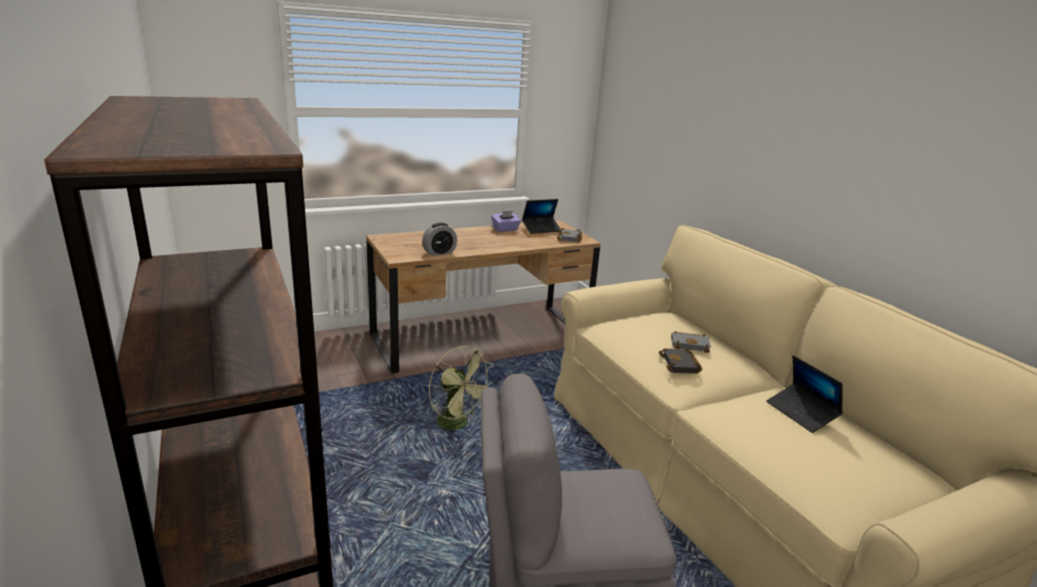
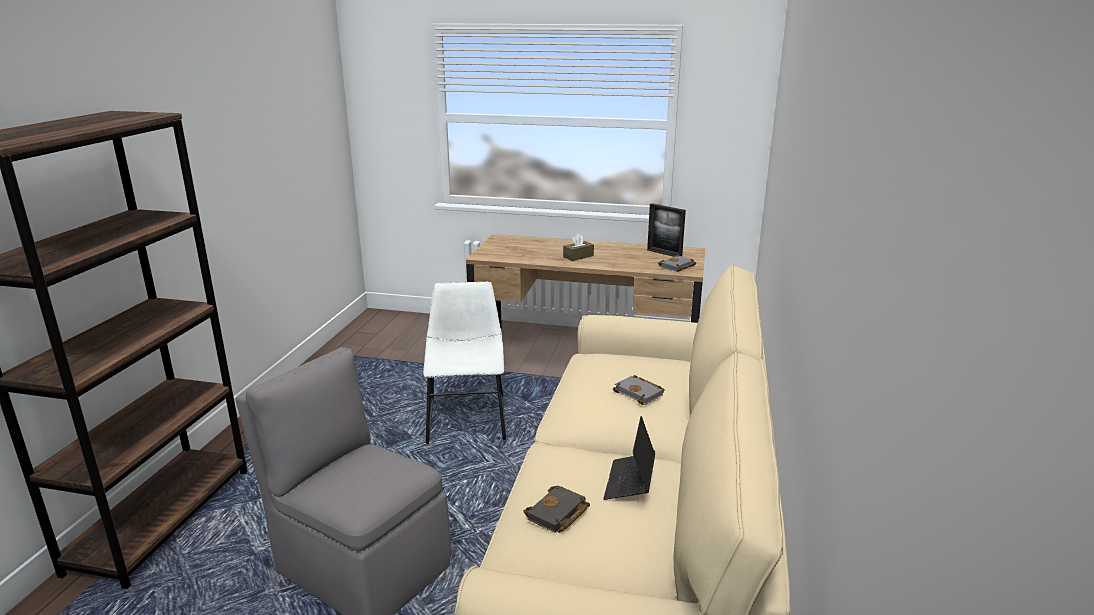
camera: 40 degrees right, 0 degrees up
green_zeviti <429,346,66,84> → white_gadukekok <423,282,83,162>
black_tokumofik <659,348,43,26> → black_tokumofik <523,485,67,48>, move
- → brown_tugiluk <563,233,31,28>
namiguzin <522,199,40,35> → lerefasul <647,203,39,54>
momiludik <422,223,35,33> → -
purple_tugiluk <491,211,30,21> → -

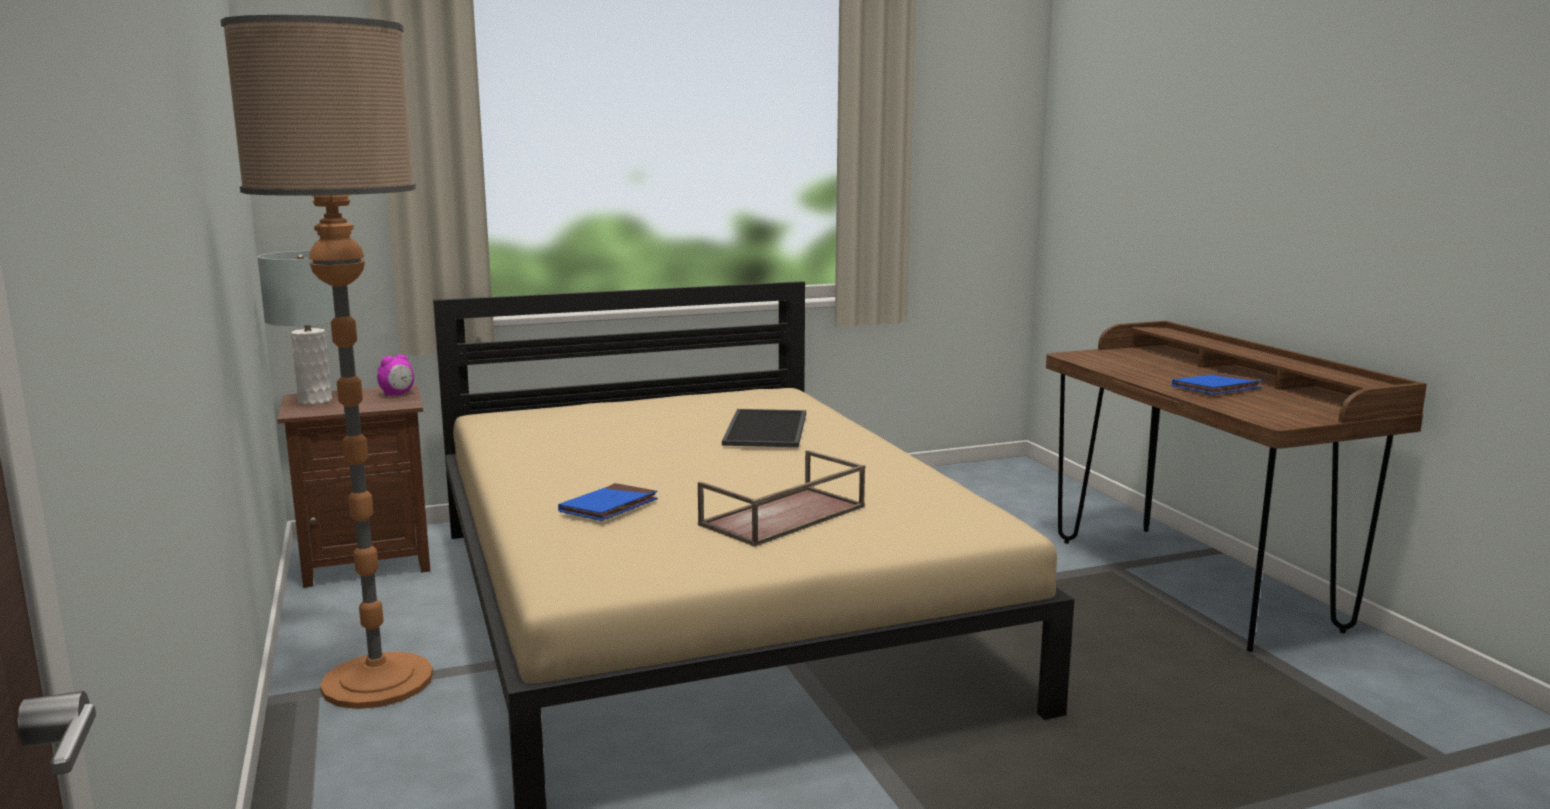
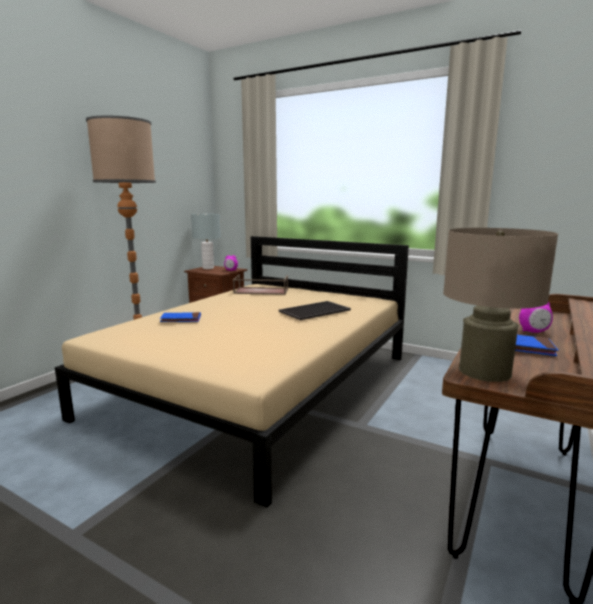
camera: 50 degrees right, 0 degrees up
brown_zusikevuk <698,450,167,97> → brown_zusikevuk <233,274,55,21>, move
- → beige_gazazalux <443,228,115,154>
- → momiludik <519,302,34,31>

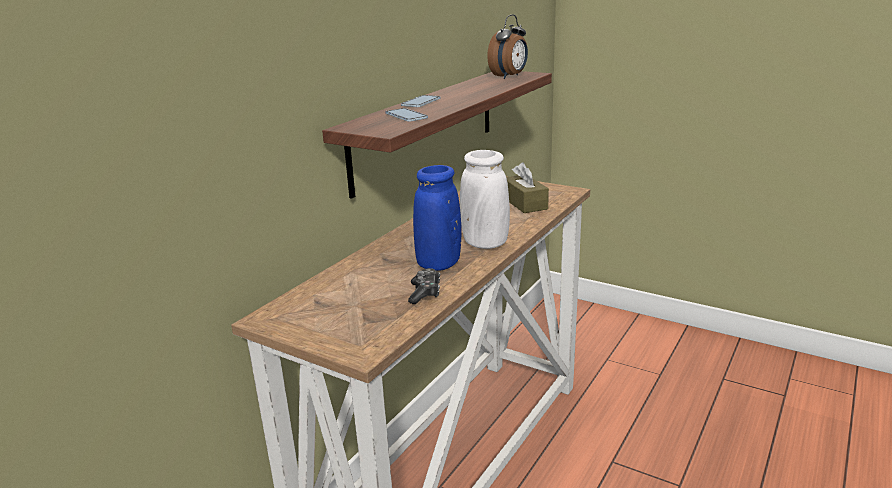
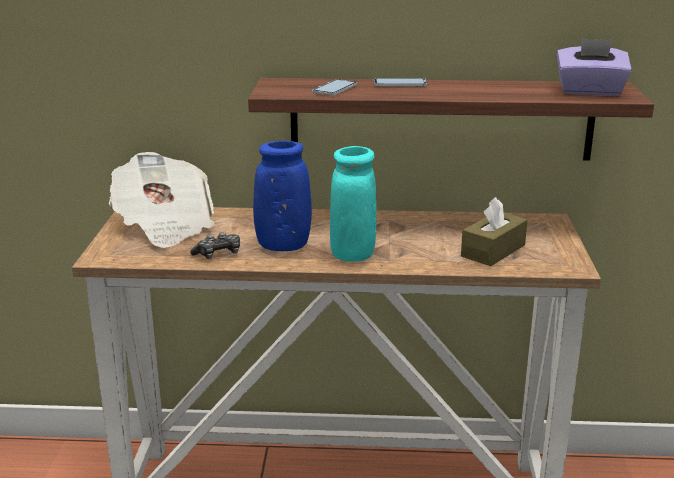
camera: 60 degrees right, 0 degrees up
- → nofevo <109,152,105,96>
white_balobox <460,150,50,99> → turquoise_balobox <330,146,47,116>
momiludik <487,15,41,64> → purple_tugiluk <557,38,75,58>

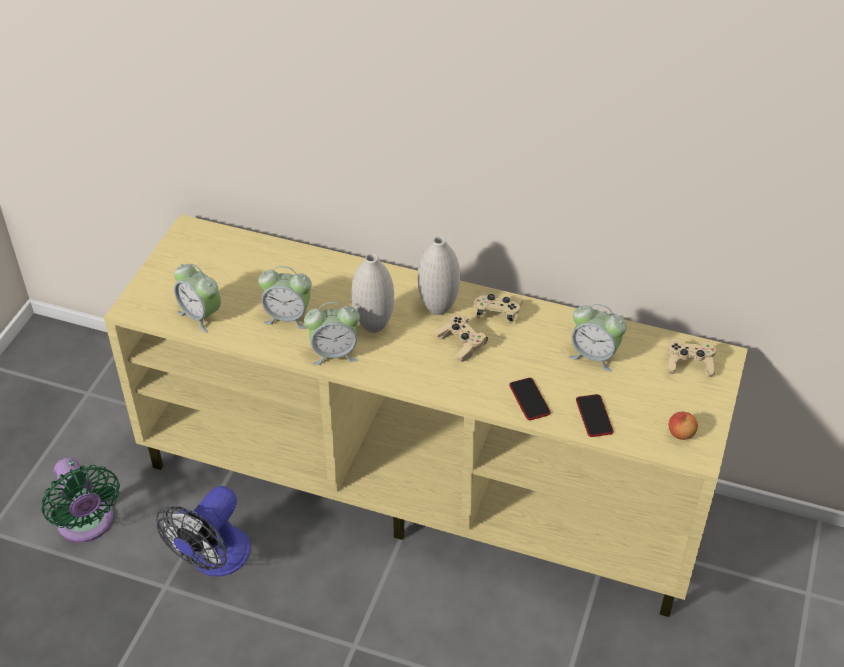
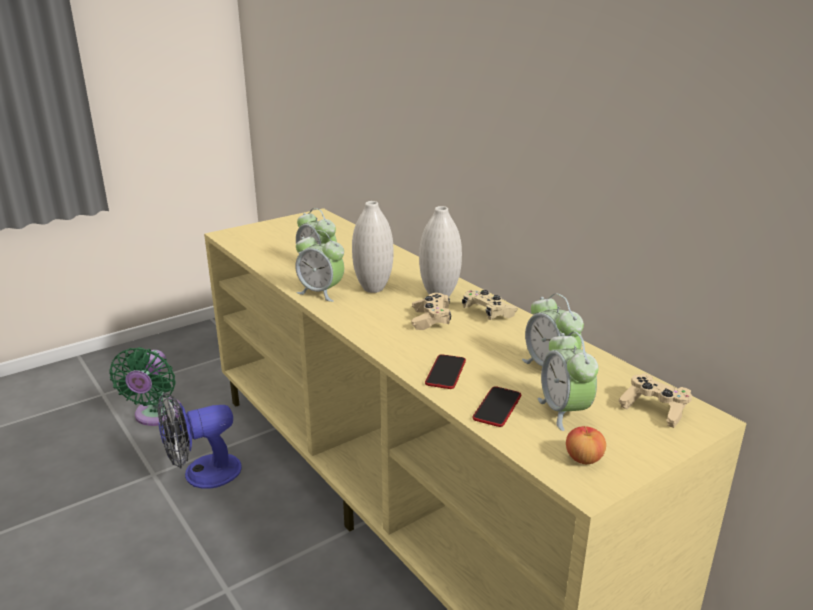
camera: 35 degrees right, 20 degrees down
momiludik <174,263,47,70> → momiludik <538,331,61,100>, move

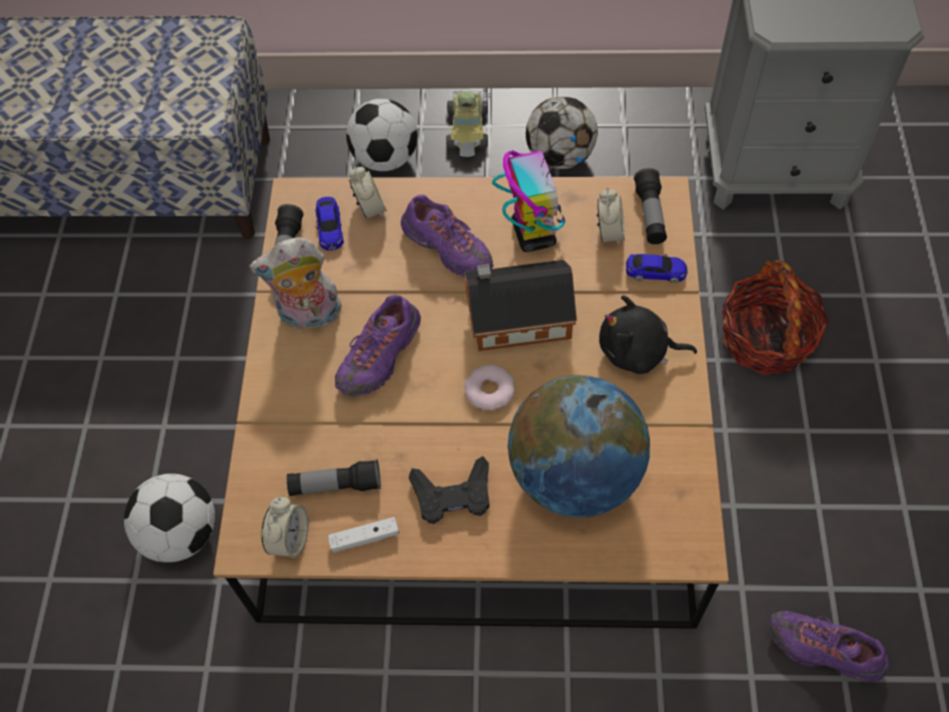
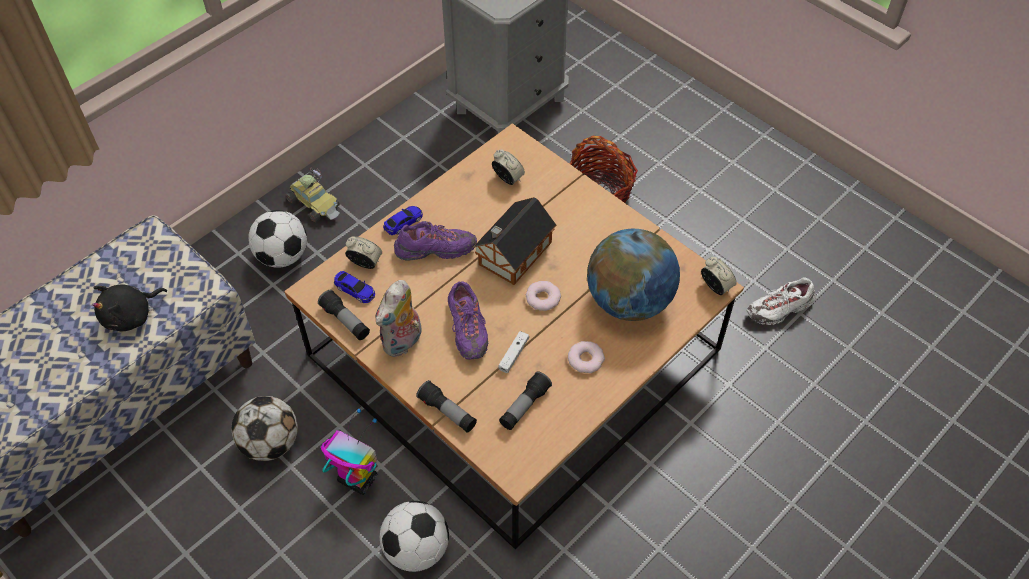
camera: 50 degrees left, 5 degrees down
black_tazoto <599,295,98,79> → black_tazoto <92,284,75,48>, move
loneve <526,97,72,72> → loneve <231,396,67,65>, move
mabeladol <492,135,91,117> → mabeladol <321,409,56,86>, move
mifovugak <626,254,62,29> → mifovugak <383,206,40,29>, move
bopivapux <634,168,33,76> → bopivapux <416,380,61,53>, move
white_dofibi <328,517,71,36> → white_dofibi <498,331,31,42>, move
black_dofibi <409,456,80,68> → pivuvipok <568,341,37,32>
momiludik <261,497,47,61> → momiludik <701,257,36,38>, move
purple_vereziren <769,611,120,71> → white_vereziren <747,278,69,47>

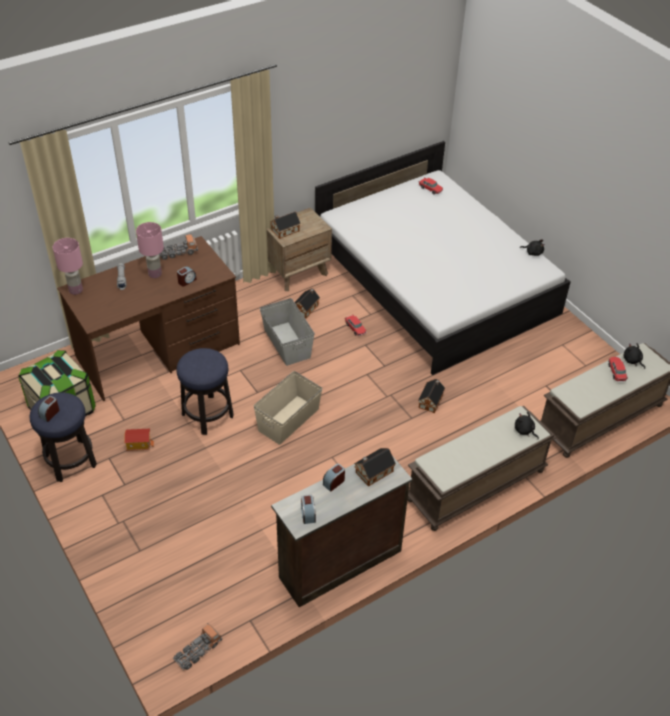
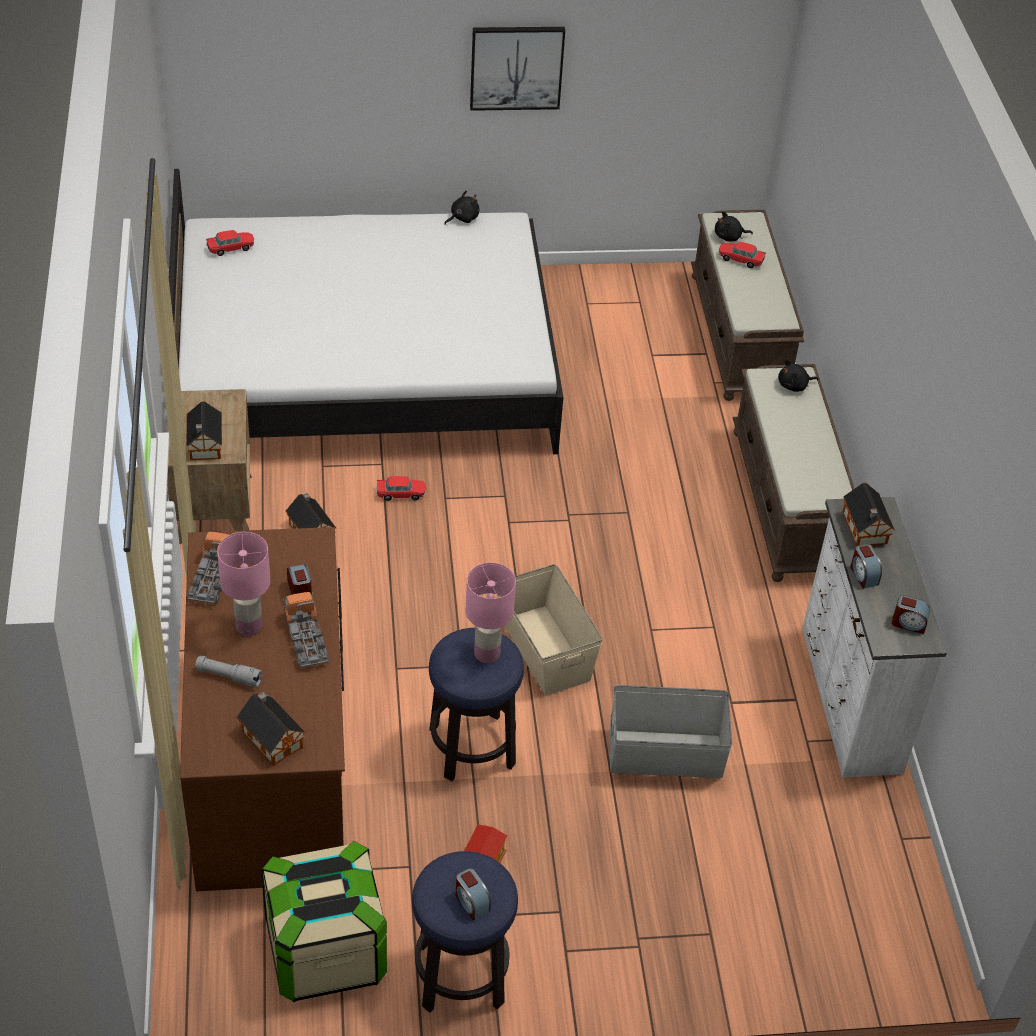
camera: 65 degrees left, 0 degrees up
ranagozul <418,379,27,34> → ranagozul <237,692,69,74>, move
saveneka <173,623,49,47> → saveneka <283,592,46,76>, move
pink_gazazalux <52,238,31,57> → pink_gazazalux <466,563,50,100>, move
- → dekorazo <470,27,95,84>
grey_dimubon <260,298,55,68> → grey_dimubon <610,685,122,93>, move
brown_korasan <271,457,141,150> → white_korasan <802,497,145,281>

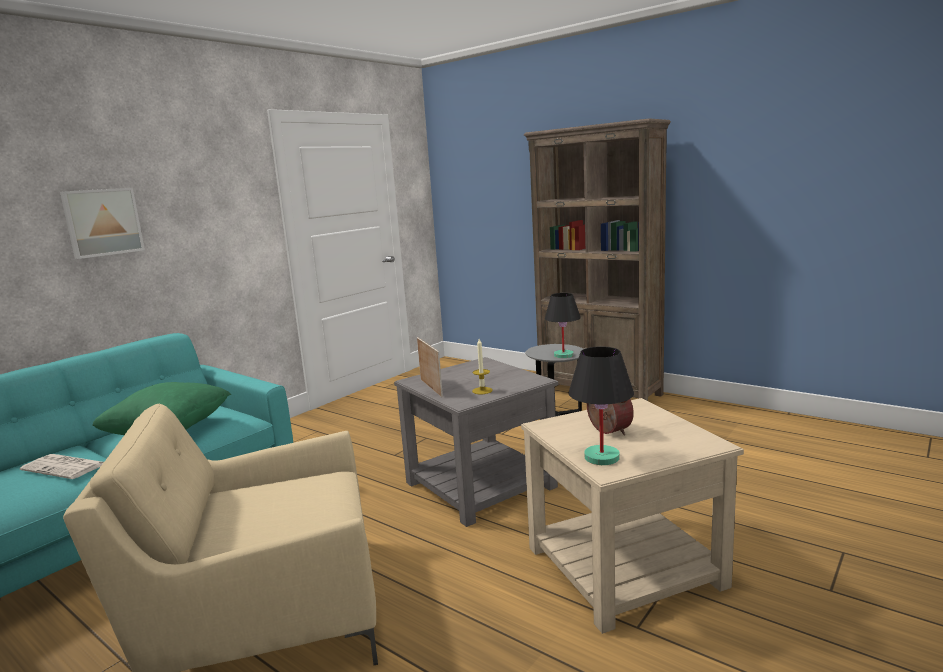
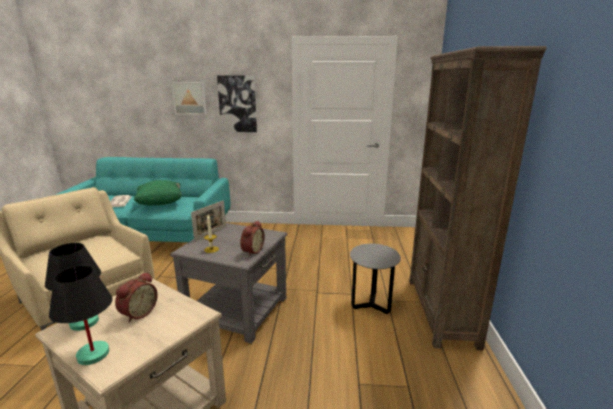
camera: 55 degrees right, 5 degrees up
black_gazazalux <545,293,36,65> → black_gazazalux <49,265,63,100>, move
- → dekorazo <217,75,40,57>
- → momiludik <240,221,25,36>

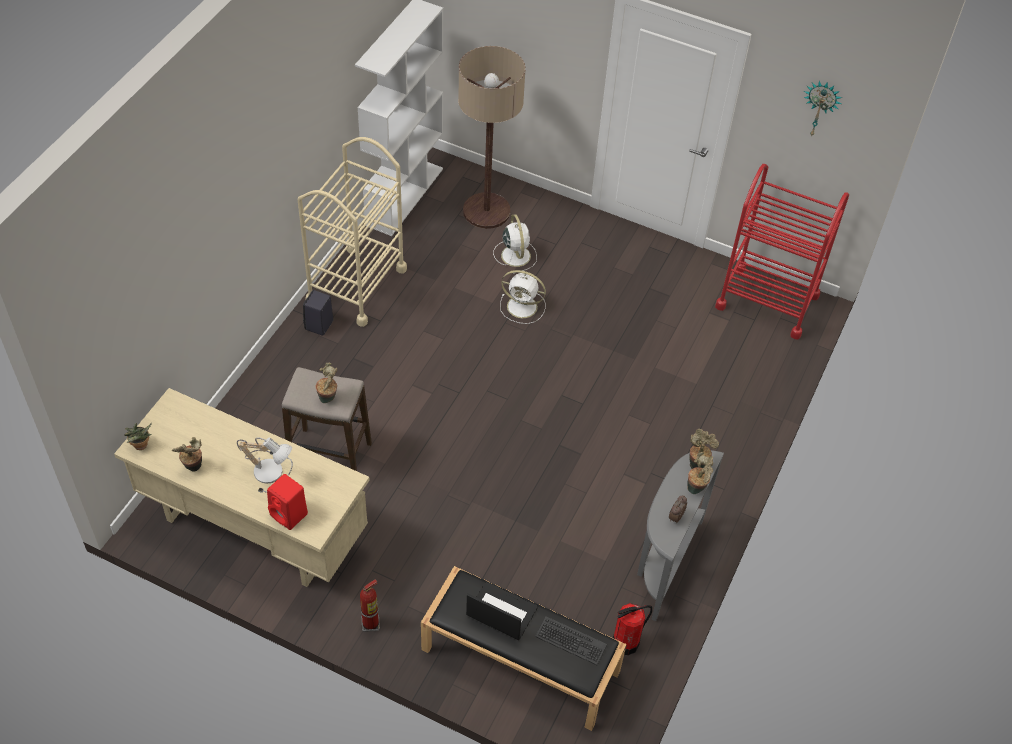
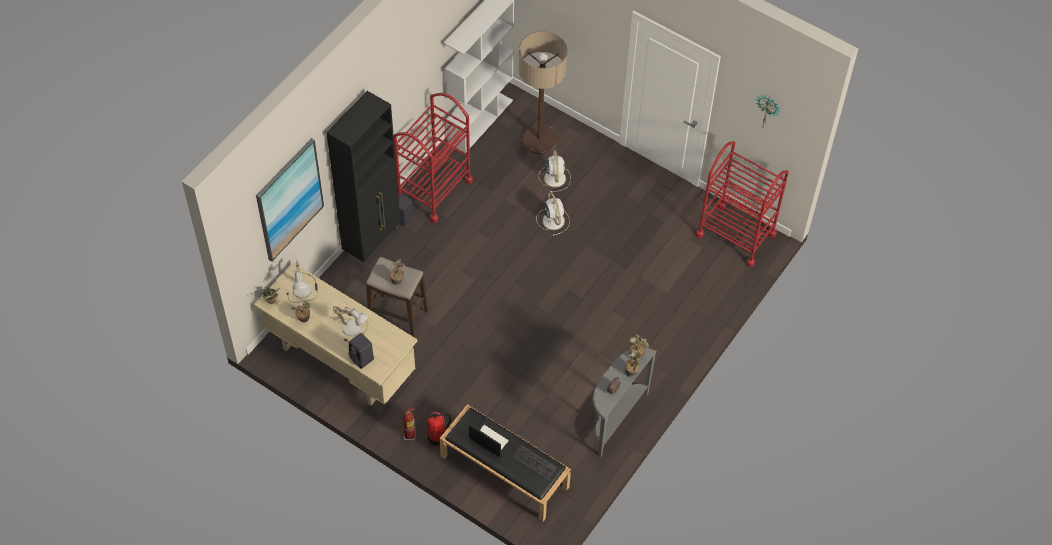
camera: 10 degrees right, 5 degrees up
- → dekorazo <256,138,68,124>
- → gazazalux <286,261,32,42>
- → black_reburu <326,91,74,176>
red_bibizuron <267,474,41,56> → black_bibizuron <349,333,25,36>
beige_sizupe <297,137,110,190> → red_sizupe <394,93,79,130>
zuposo <613,603,39,52> → zuposo <424,411,27,35>, move
white_zeviti <500,270,46,54> → white_zeviti <536,192,34,44>, 135 degrees counterclockwise

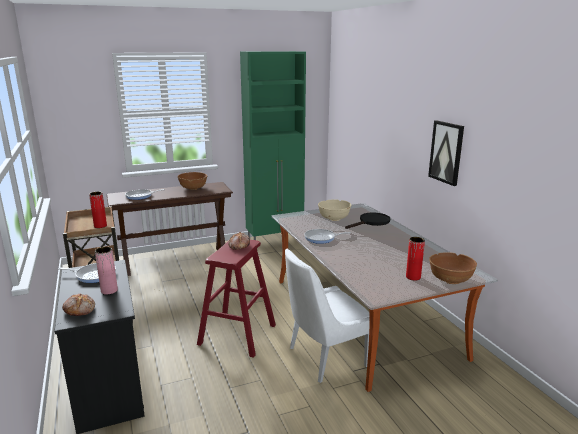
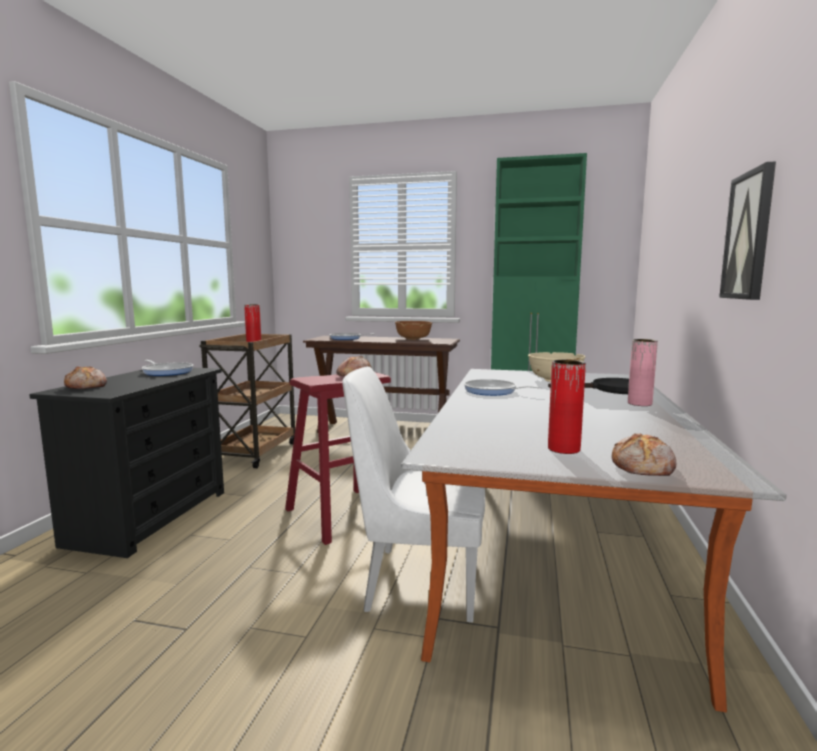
camera: 35 degrees right, 10 degrees down
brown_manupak <429,252,48,32> → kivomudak <612,433,64,43>
pink_balobox <95,247,23,48> → pink_balobox <628,339,30,67>, move

